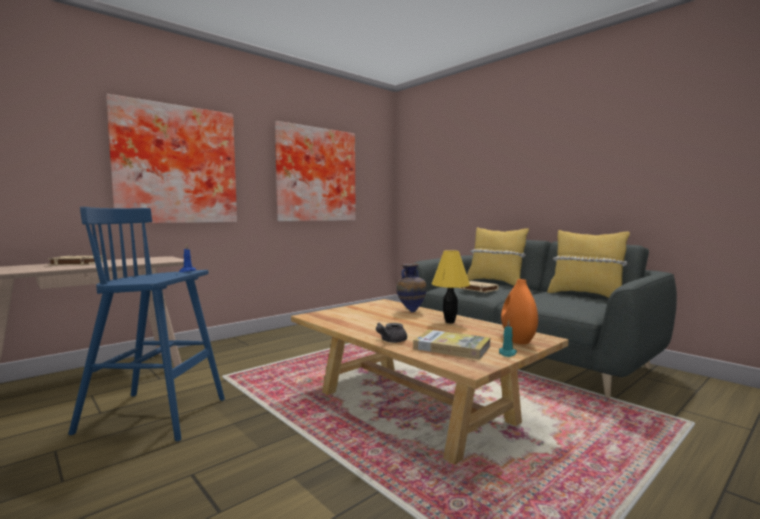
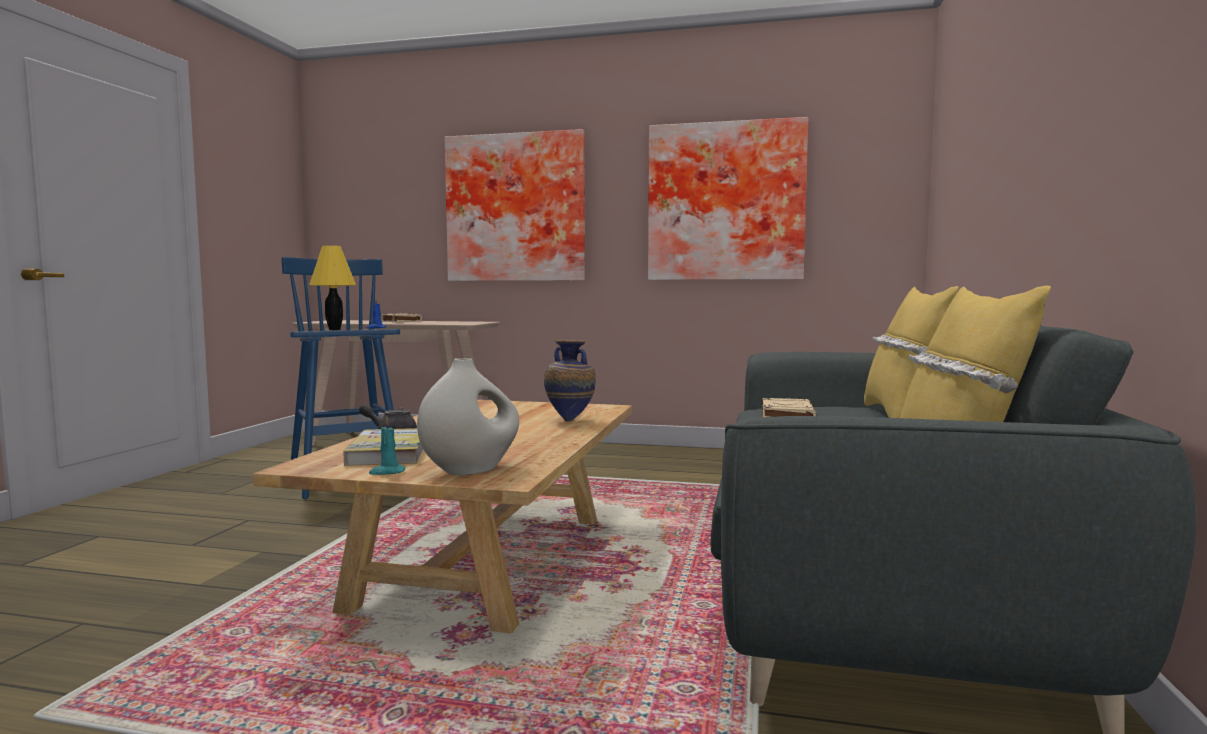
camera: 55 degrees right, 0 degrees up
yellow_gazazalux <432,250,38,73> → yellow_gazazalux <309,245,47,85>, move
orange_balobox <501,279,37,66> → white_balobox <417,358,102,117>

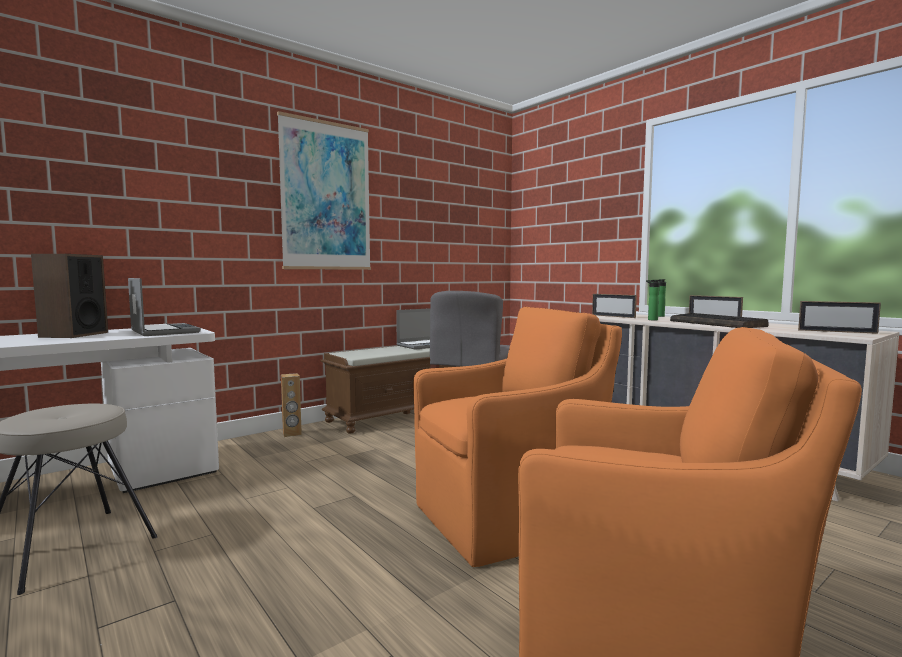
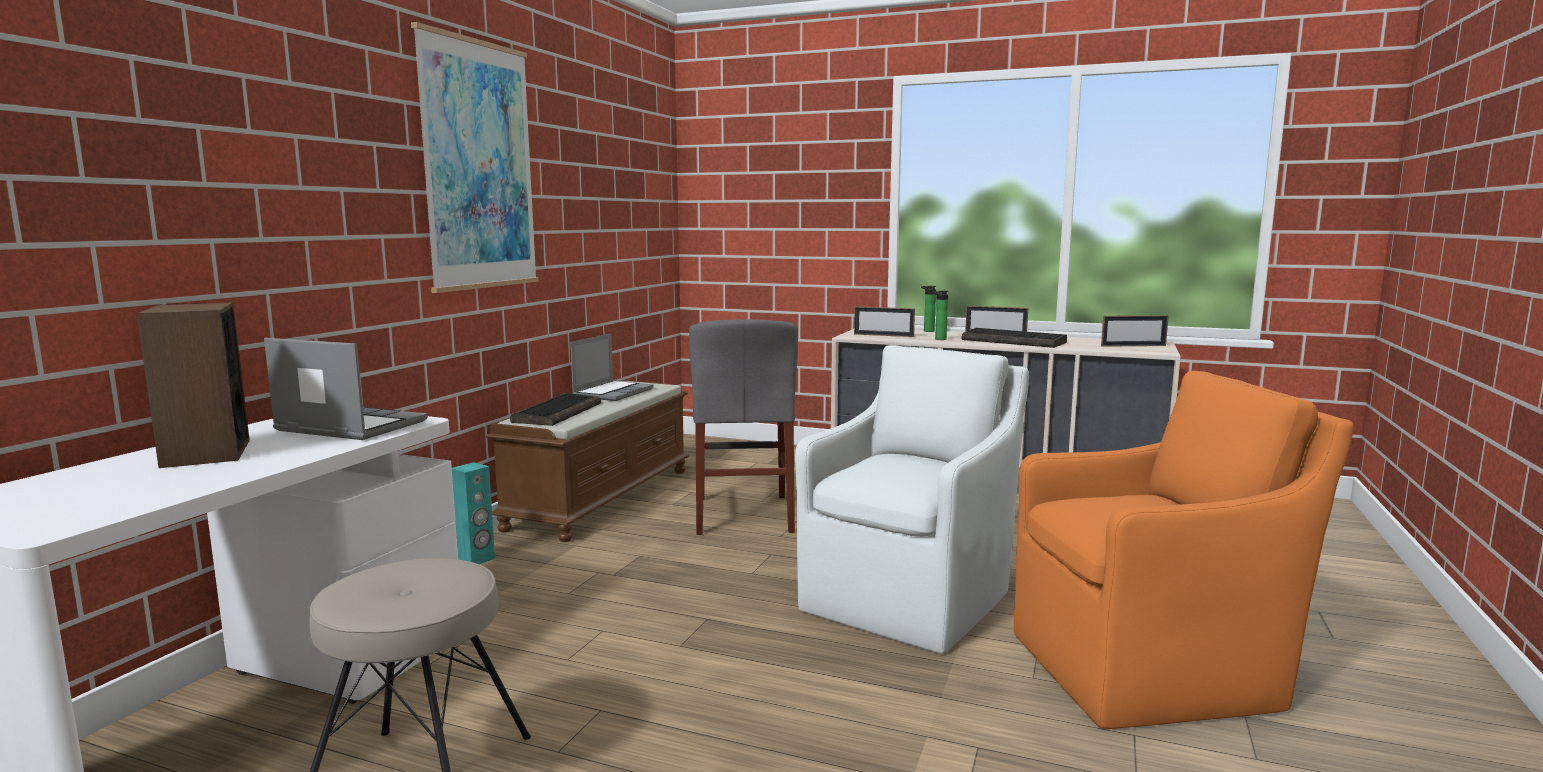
camera: 30 degrees left, 5 degrees up
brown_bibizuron <281,373,21,64> → turquoise_bibizuron <452,462,43,102>
- → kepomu <510,393,91,33>
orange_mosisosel <413,307,209,260> → white_mosisosel <795,345,234,309>

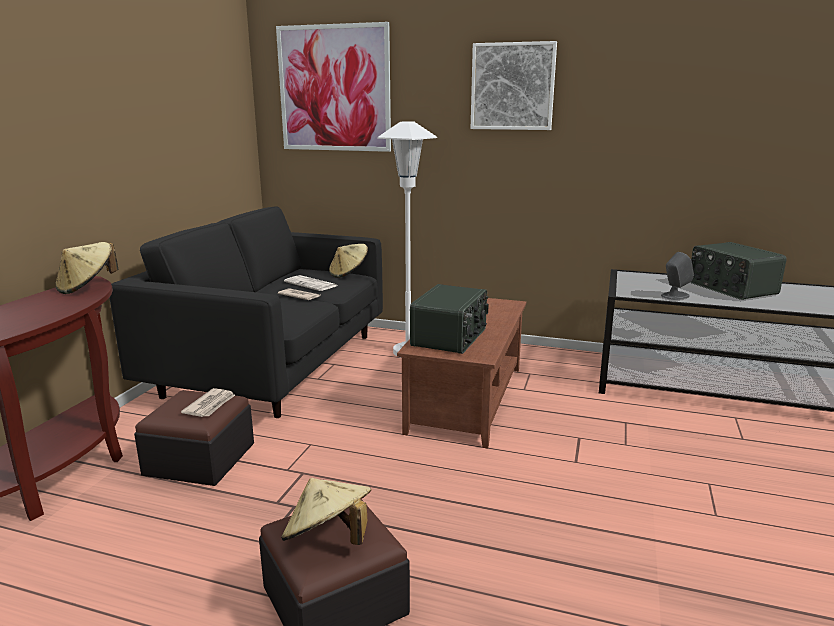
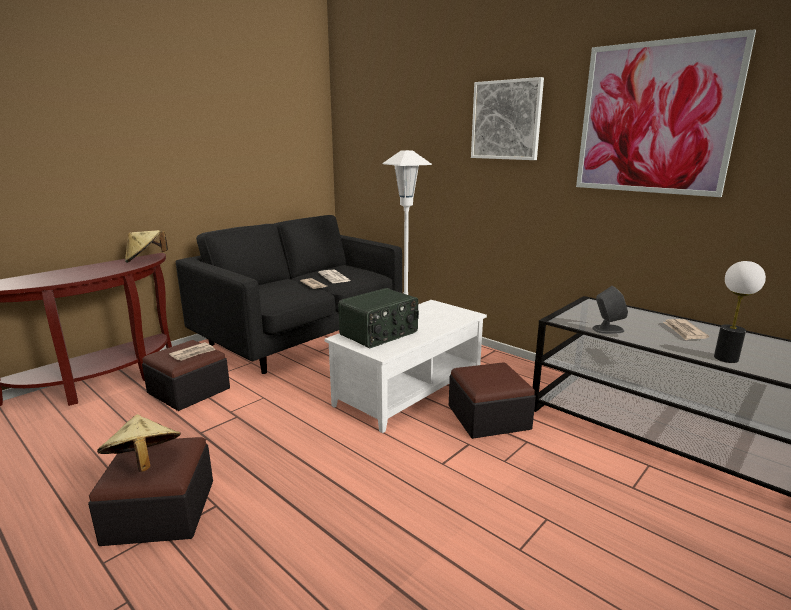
camera: 25 degrees right, 0 degrees up
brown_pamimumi <397,298,129,151> → white_pamimumi <325,300,162,133>
- → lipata <449,362,87,77>
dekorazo <276,22,115,130> → dekorazo <576,29,180,168>, move
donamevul <690,242,96,58> → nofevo <663,319,46,21>
- → gazazalux <714,261,52,102>
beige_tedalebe <329,244,39,34> → -

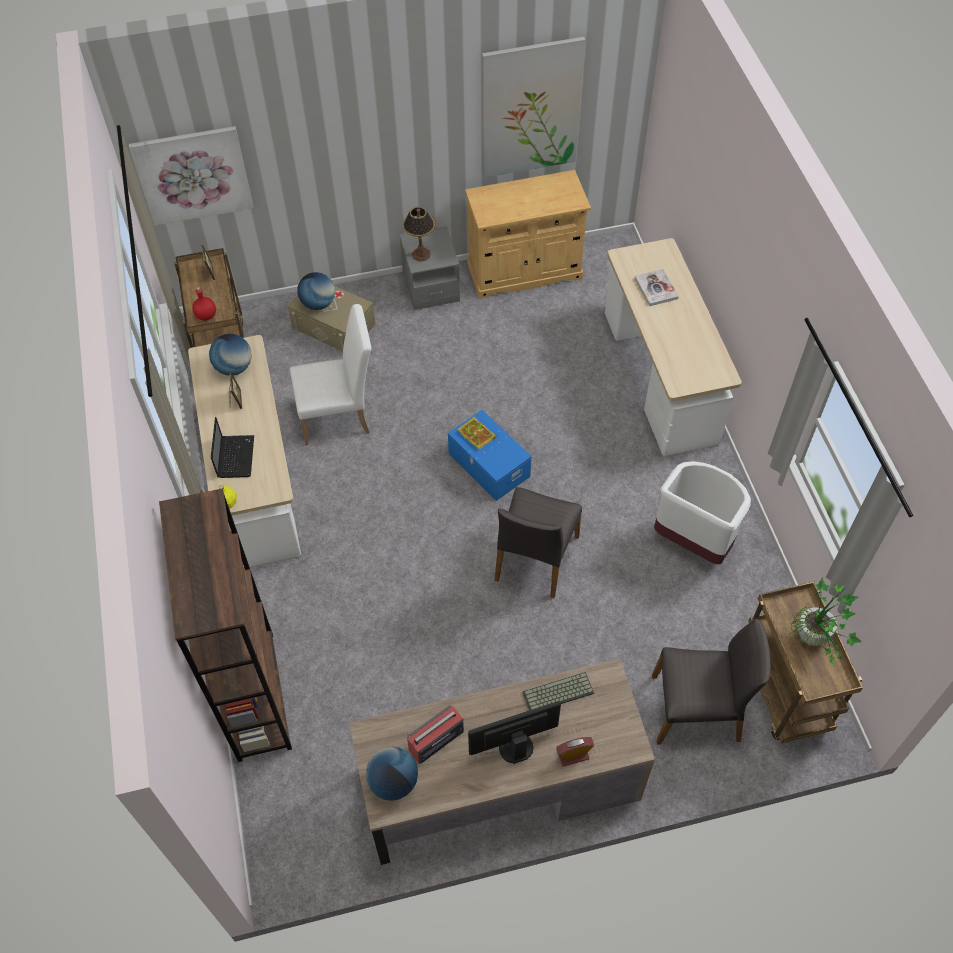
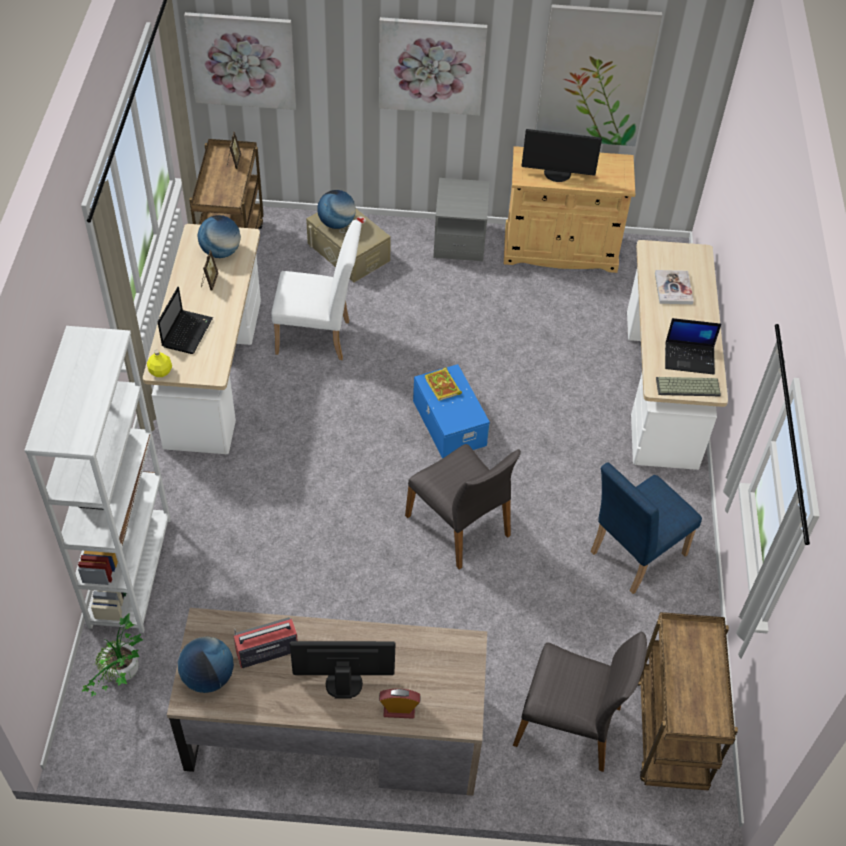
camera: 15 degrees right, 5 degrees down
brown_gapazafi <159,488,133,274> → white_gapazafi <25,326,146,307>
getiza <788,577,74,87> → getiza <81,613,62,84>, move
- → dekorazo <379,17,109,99>
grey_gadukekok <495,487,87,111> → grey_gadukekok <405,444,116,125>, 75 degrees counterclockwise
- → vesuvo <521,129,81,53>
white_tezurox <654,461,97,103> → blue_gadukekok <591,462,111,132>
kepomu <522,672,72,38> → kepomu <656,377,65,19>, move
- → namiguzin <665,318,56,57>
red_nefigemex <192,287,24,34> → -
gazazalux <403,207,32,54> → -

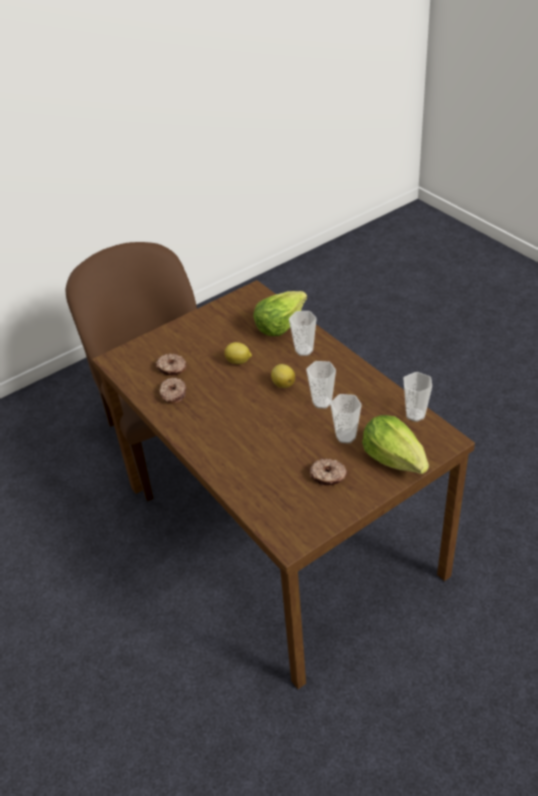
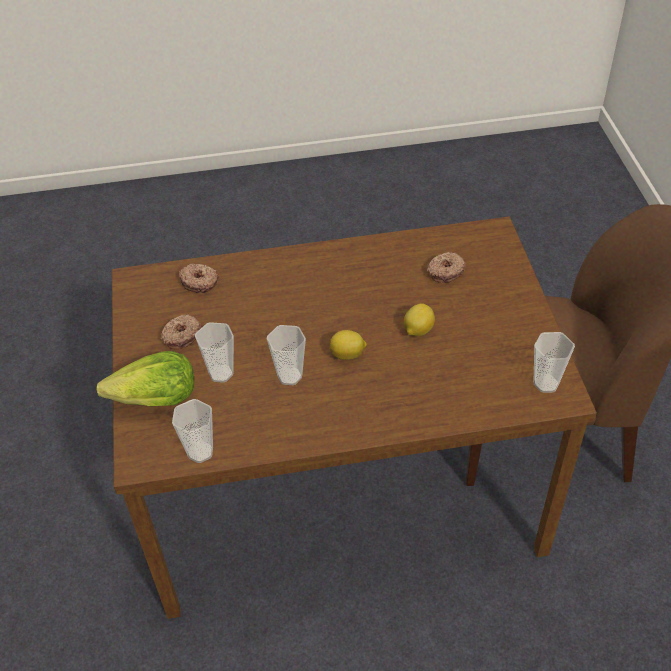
camera: 115 degrees right, 5 degrees up
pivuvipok <159,378,27,26> → pivuvipok <179,264,40,29>, move
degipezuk <289,311,28,45> → degipezuk <533,332,42,61>, move
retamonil <253,291,54,45> → -

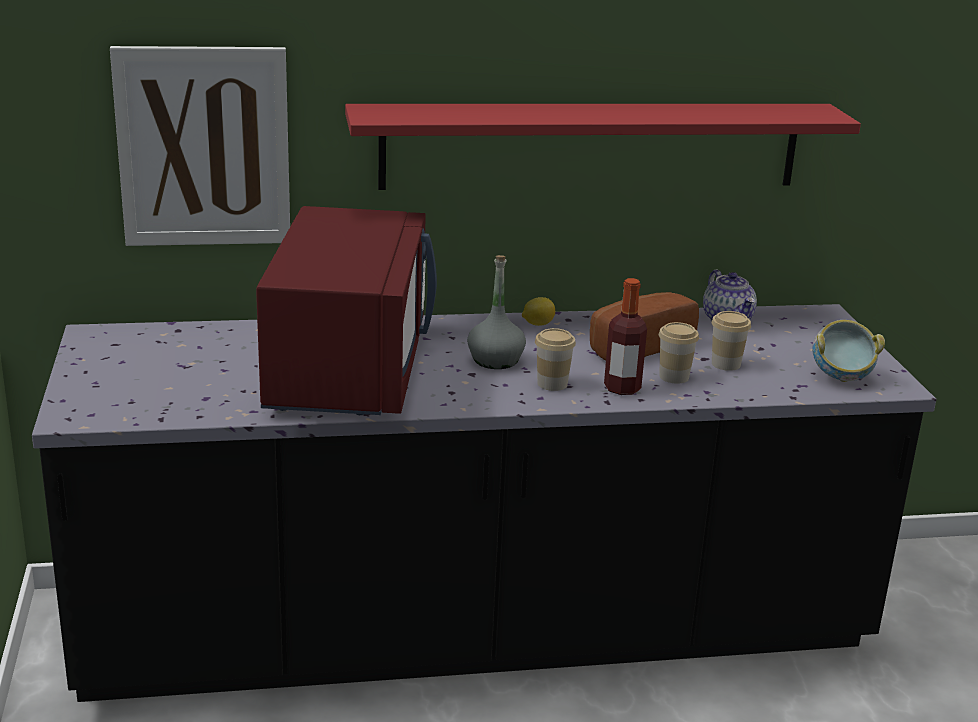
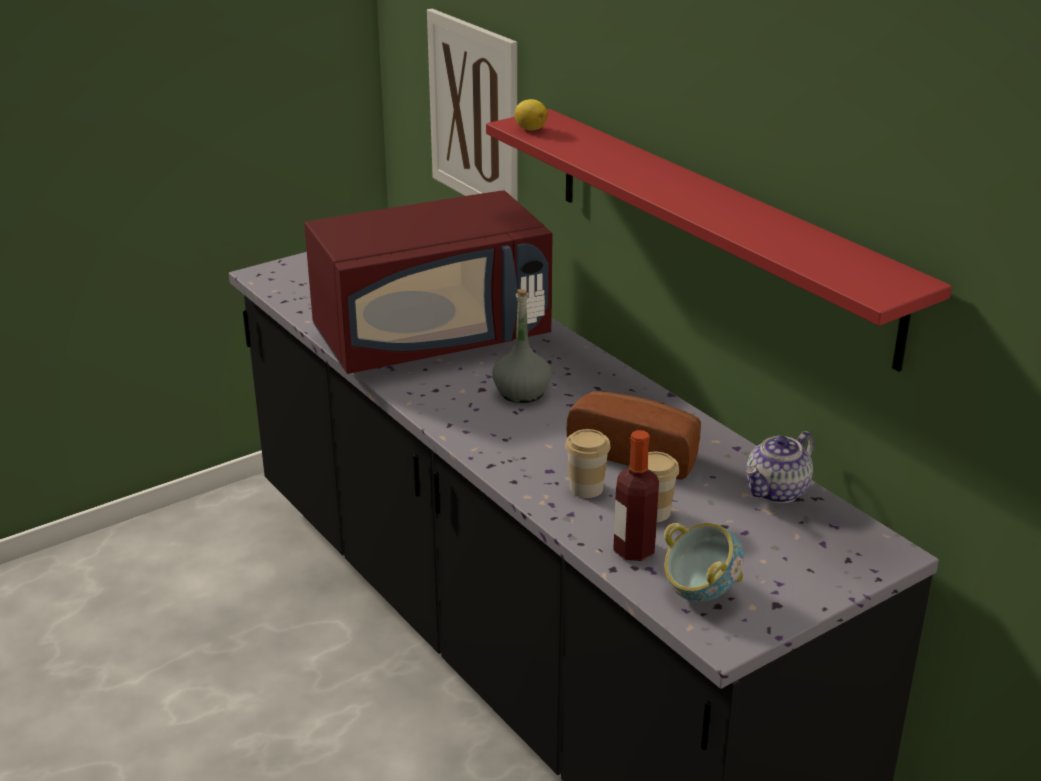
camera: 65 degrees right, 5 degrees up
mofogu <522,297,33,29> → mofogu <515,99,33,32>, move
nefigemex <604,278,43,117> → nefigemex <613,430,46,131>, move
degipezuk <535,328,41,63> → -

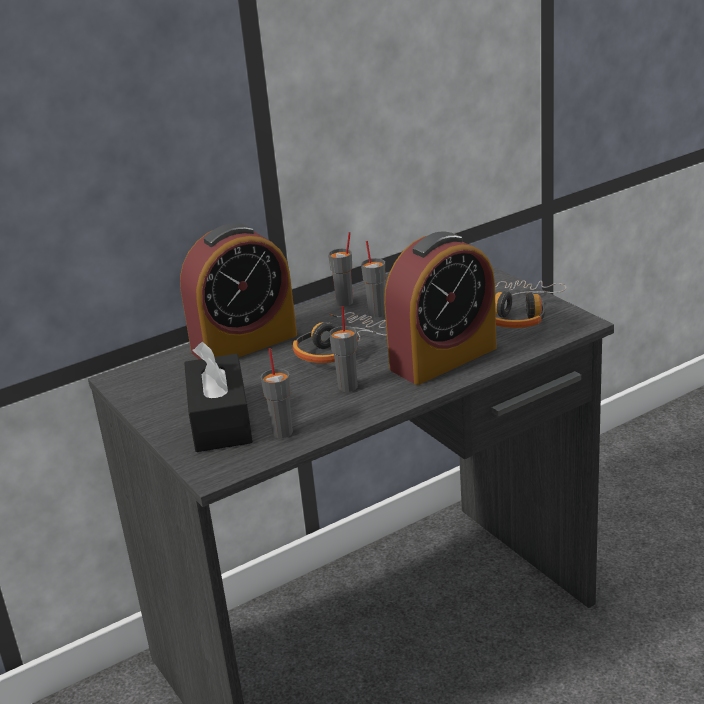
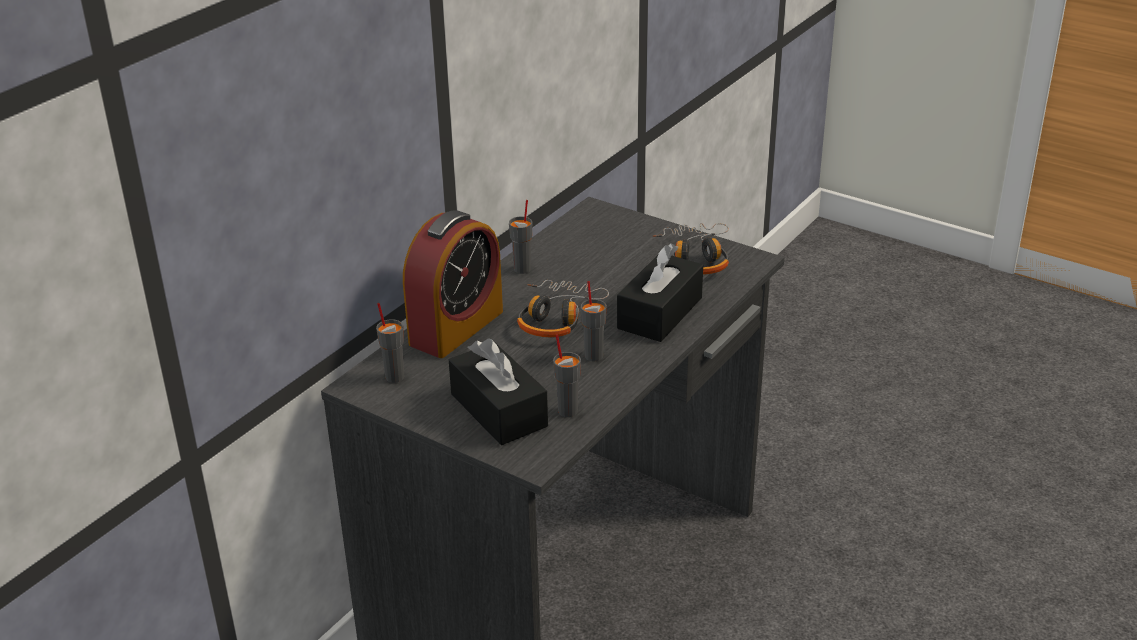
camera: 25 degrees left, 5 degrees up
grey_degipezuk <361,241,25,77> → grey_degipezuk <376,303,28,80>, move
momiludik <384,231,113,154> → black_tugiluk <617,243,86,99>

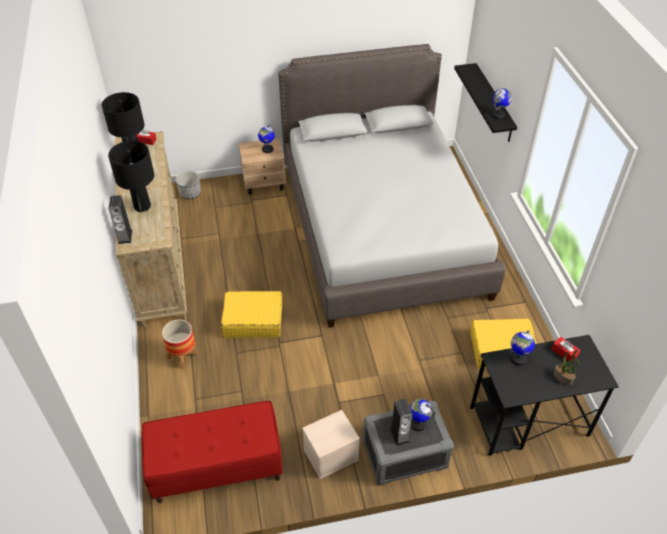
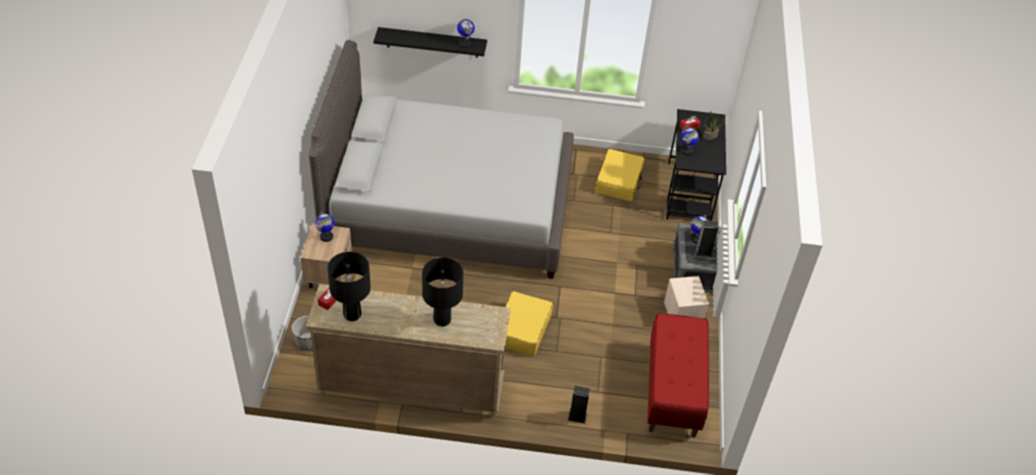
camera: 75 degrees left, 0 degrees up
bibizuron <108,195,24,49> → bibizuron <568,386,22,38>, move
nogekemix <162,319,37,50> → -

